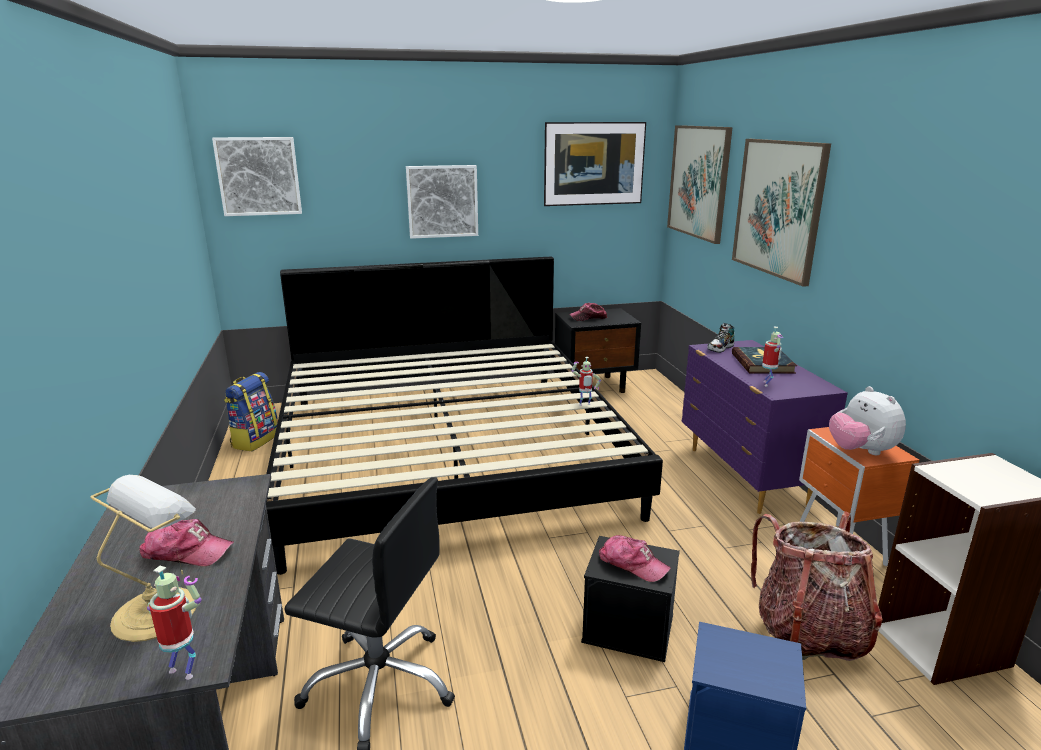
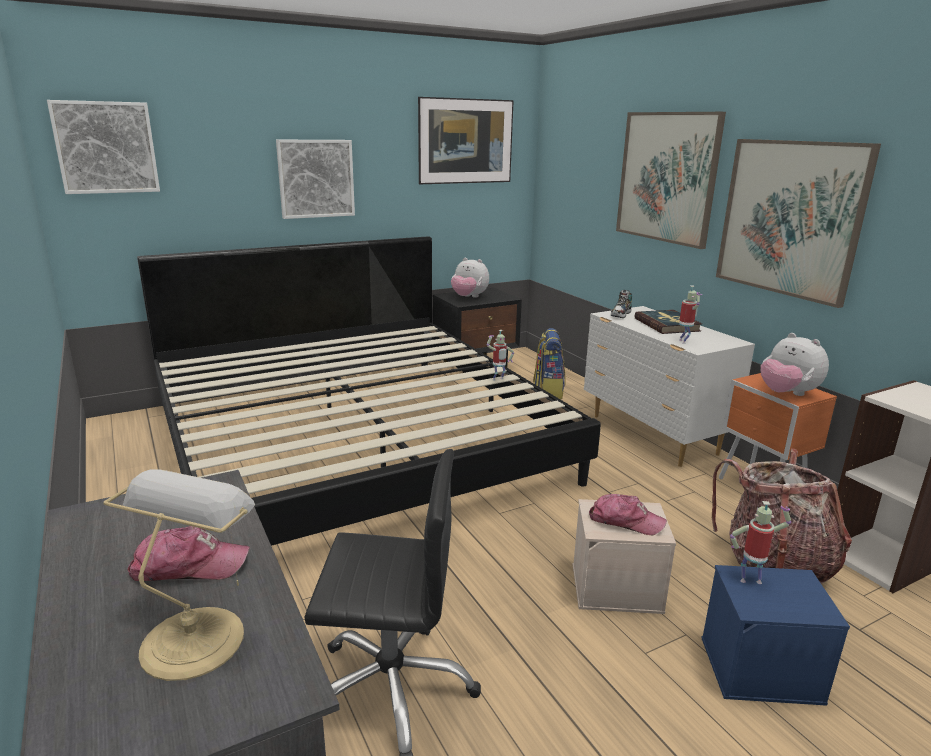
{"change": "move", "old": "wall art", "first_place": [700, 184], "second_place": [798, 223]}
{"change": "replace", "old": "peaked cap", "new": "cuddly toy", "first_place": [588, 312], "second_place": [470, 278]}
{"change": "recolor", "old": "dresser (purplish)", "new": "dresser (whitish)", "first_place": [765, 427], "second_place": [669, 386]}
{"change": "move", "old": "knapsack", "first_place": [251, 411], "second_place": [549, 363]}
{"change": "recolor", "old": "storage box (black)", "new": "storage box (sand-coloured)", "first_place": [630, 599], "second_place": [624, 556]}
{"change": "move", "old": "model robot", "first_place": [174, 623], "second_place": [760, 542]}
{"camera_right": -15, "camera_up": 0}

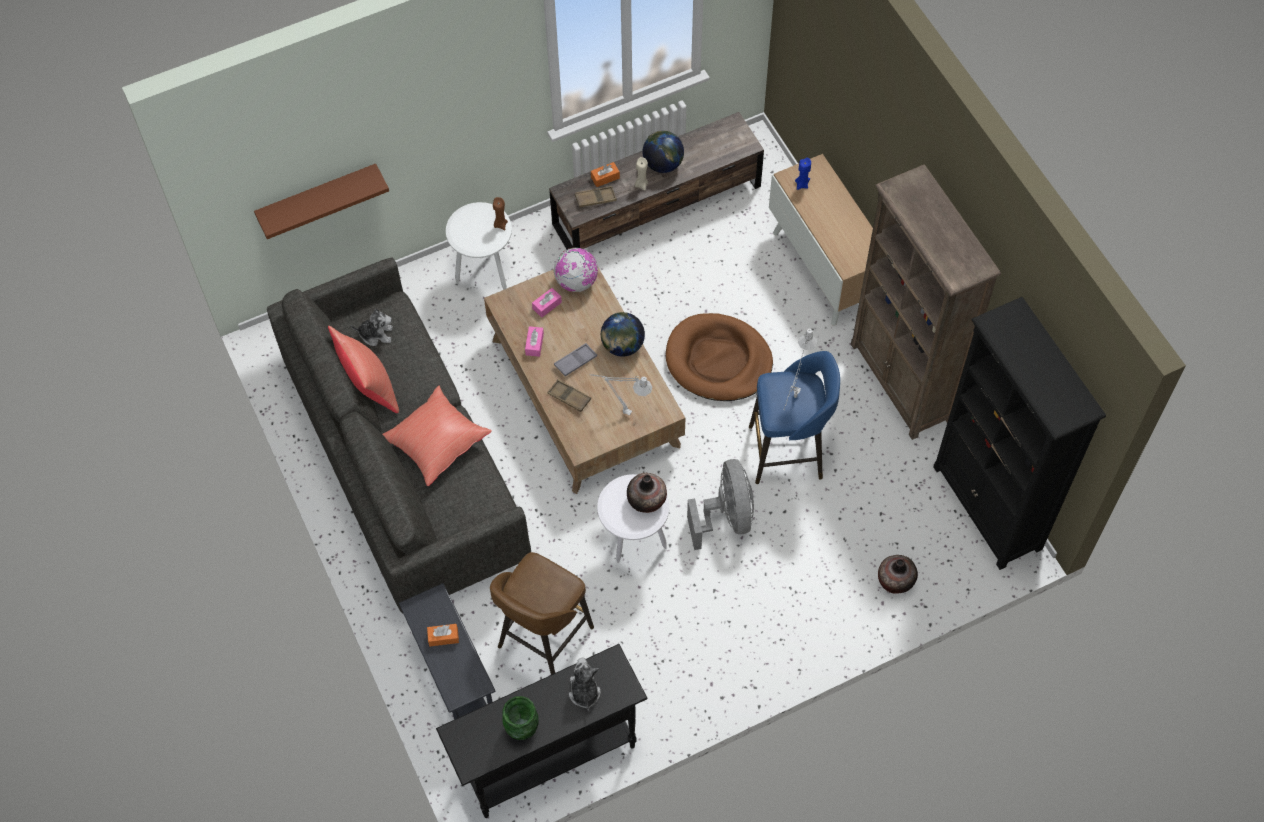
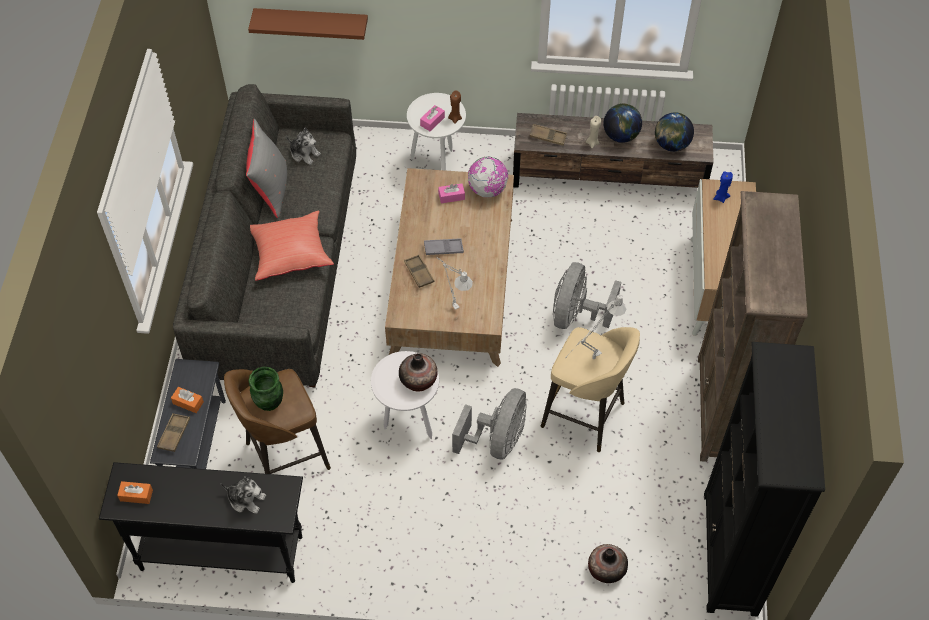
{"change": "move", "old": "tissue holder (orangey)", "first_place": [605, 174], "second_place": [135, 492]}
{"change": "move", "old": "world globe", "first_place": [623, 334], "second_place": [674, 132]}
{"change": "replace", "old": "pet bed (brown)", "new": "electric fan (gray)", "first_place": [719, 357], "second_place": [587, 295]}
{"change": "recolor", "old": "cushion (red)", "new": "cushion (gray)", "first_place": [363, 369], "second_place": [266, 168]}
{"change": "move", "old": "tissue holder (pinkish)", "first_place": [534, 341], "second_place": [432, 118]}
{"change": "recolor", "old": "sitting stool (blue)", "new": "sitting stool (sand-coloured)", "first_place": [794, 417], "second_place": [590, 389]}
{"change": "rotate", "old": "cuddly toy", "first_place": [585, 684], "second_place": [243, 495], "degrees": 90}
{"change": "move", "old": "flower vase (green-coloured)", "first_place": [521, 718], "second_place": [265, 389]}
{"change": "insert", "new": "carrying tray (brown)", "second_place": [173, 432]}
{"camera_right": 30, "camera_up": -5}

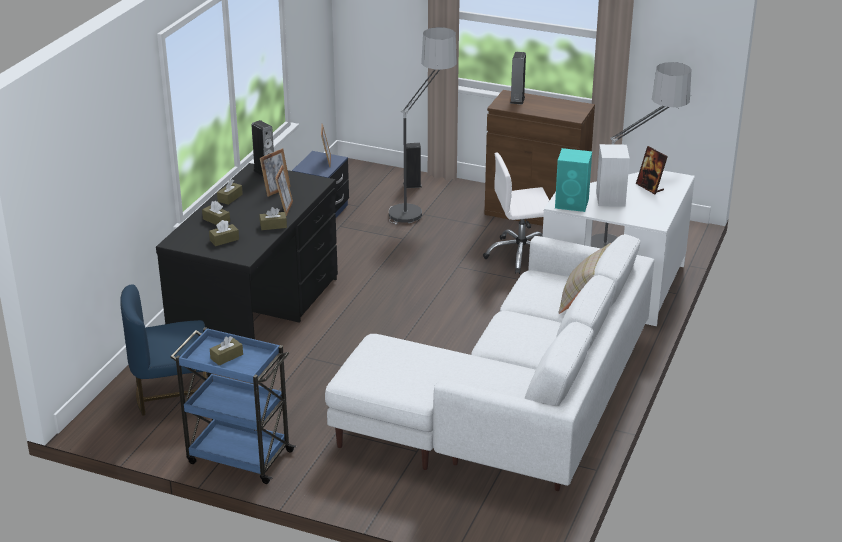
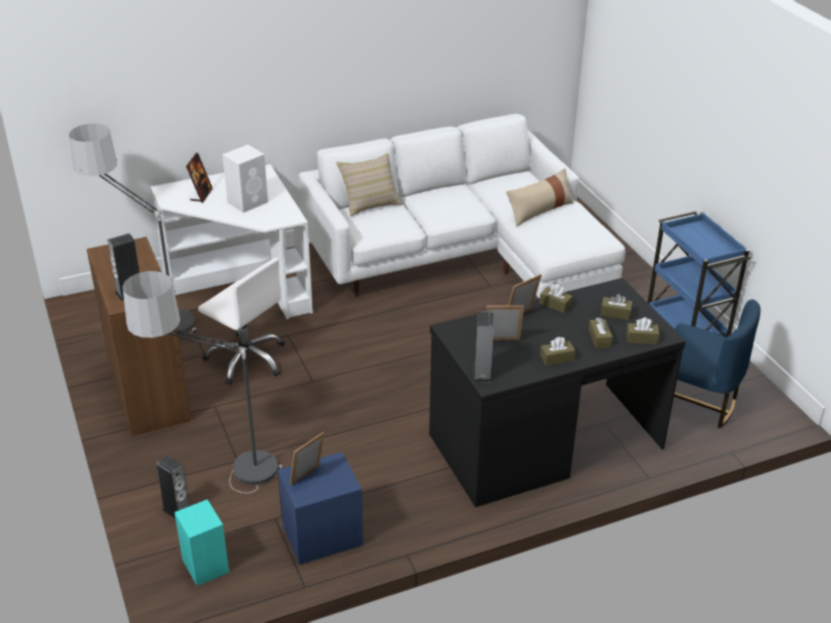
{"change": "move", "old": "loudspeaker (turquoise-coloured)", "first_place": [573, 180], "second_place": [201, 542]}
{"change": "move", "old": "tissue holder (brown)", "first_place": [226, 351], "second_place": [642, 331]}
{"change": "insert", "new": "cushion (sand-coloured)", "second_place": [540, 197]}
{"camera_right": -135, "camera_up": 5}

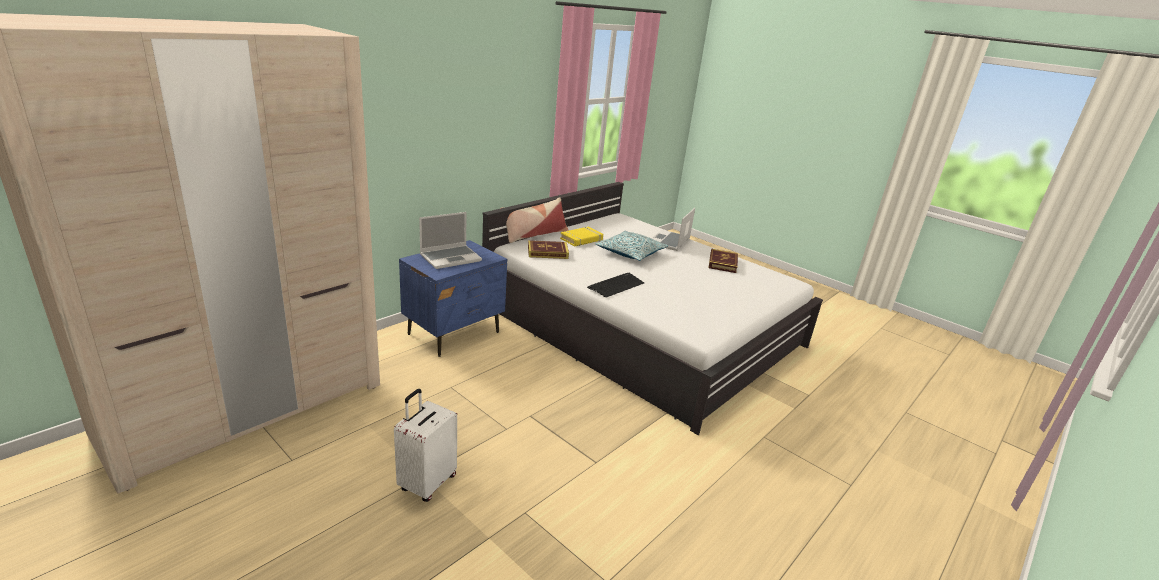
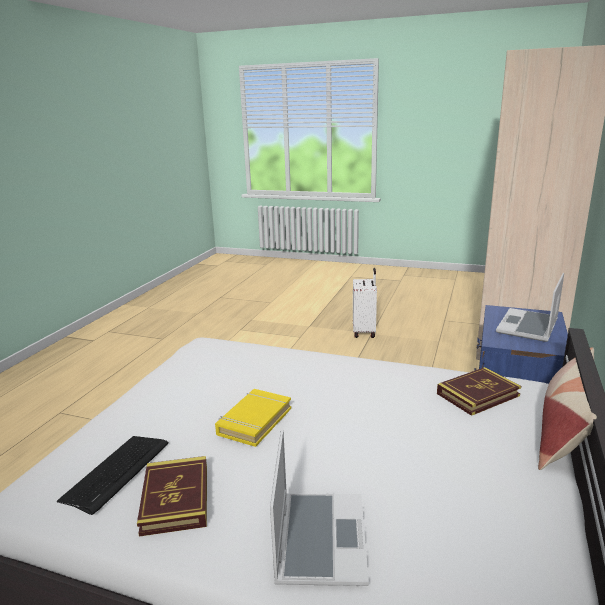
{"change": "move", "old": "bound book (yellowish)", "first_place": [581, 236], "second_place": [253, 418]}
{"change": "delete", "old": "cushion", "first_place": [632, 246]}
{"change": "move", "old": "computer keyboard", "first_place": [615, 285], "second_place": [113, 475]}
{"camera_right": 160, "camera_up": -5}

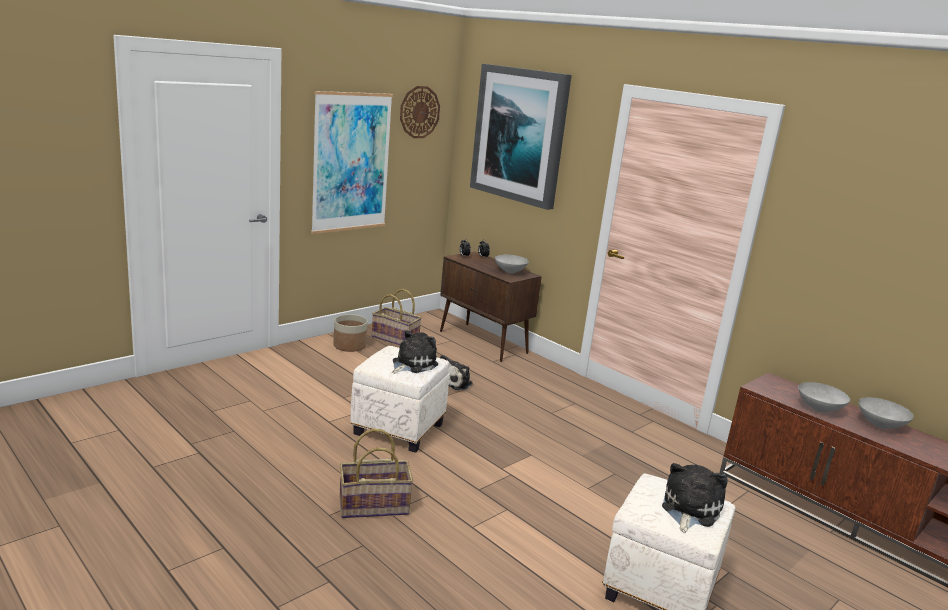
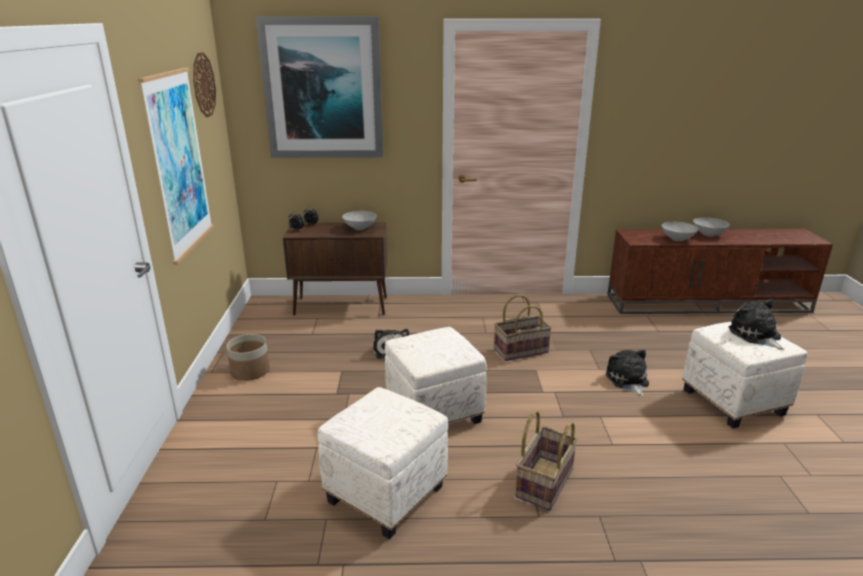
{"change": "move", "old": "household basket", "first_place": [397, 317], "second_place": [523, 327]}
{"change": "move", "old": "cuddly toy", "first_place": [415, 352], "second_place": [627, 373]}
{"change": "insert", "new": "pouffe (whitish)", "second_place": [383, 463]}
{"camera_right": -45, "camera_up": 5}

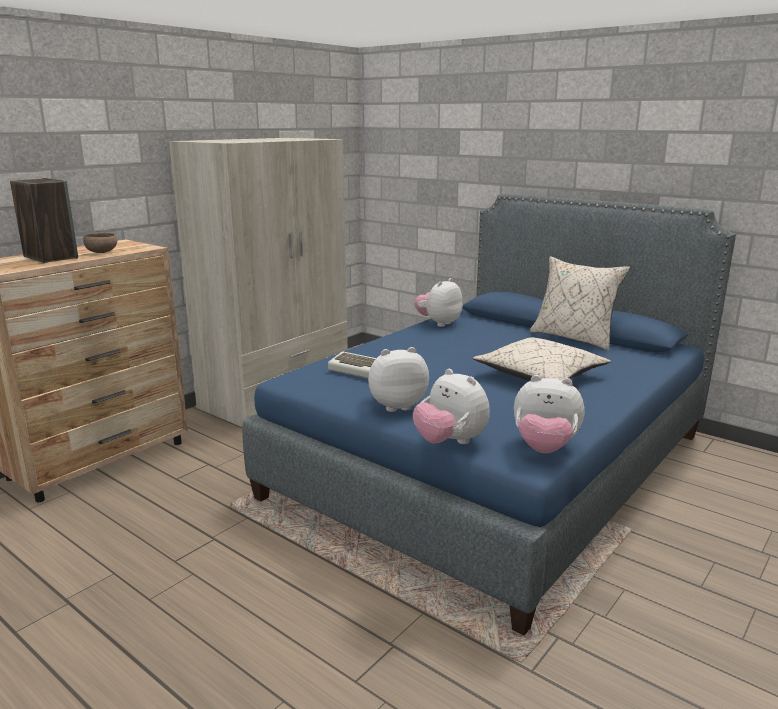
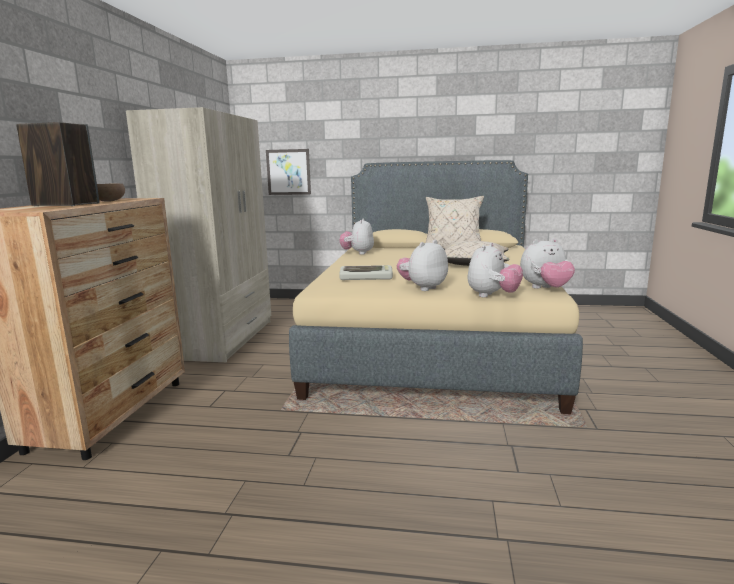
{"change": "recolor", "old": "bed (blue)", "new": "bed (sand-coloured)", "first_place": [489, 414], "second_place": [436, 287]}
{"change": "rotate", "old": "cuddly toy", "first_place": [451, 406], "second_place": [495, 270], "degrees": -75}
{"change": "insert", "new": "wall art", "second_place": [288, 172]}
{"camera_right": -30, "camera_up": -5}

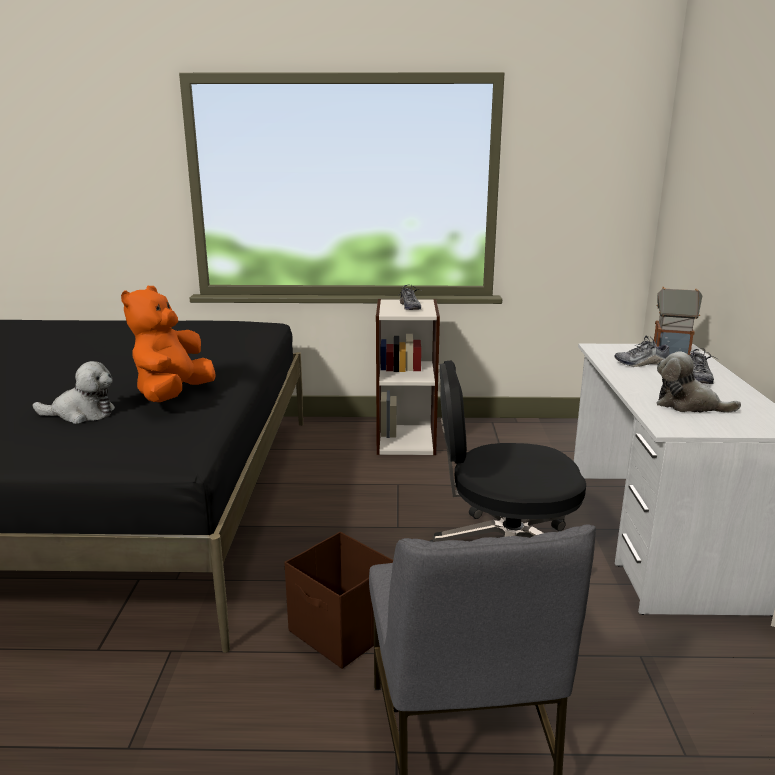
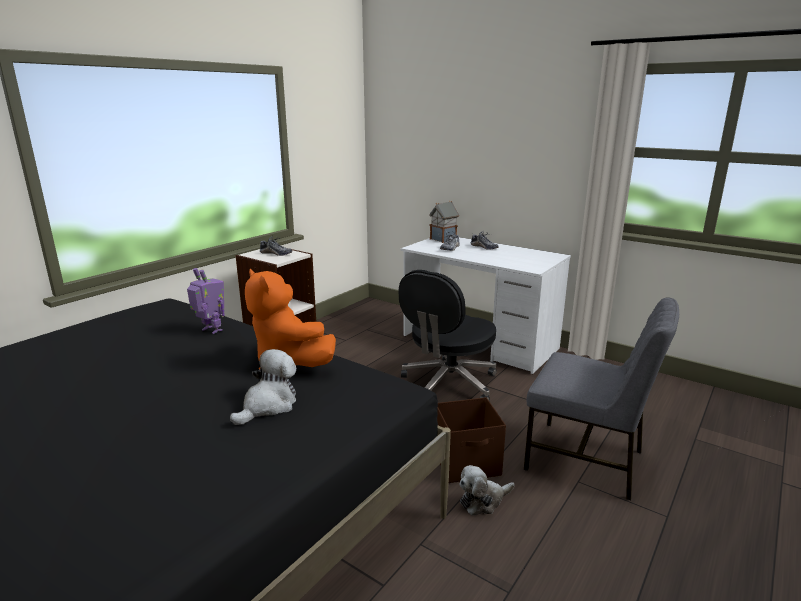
{"change": "move", "old": "cuddly toy", "first_place": [699, 382], "second_place": [487, 490]}
{"change": "insert", "new": "model robot", "second_place": [206, 301]}
{"camera_right": -55, "camera_up": 0}

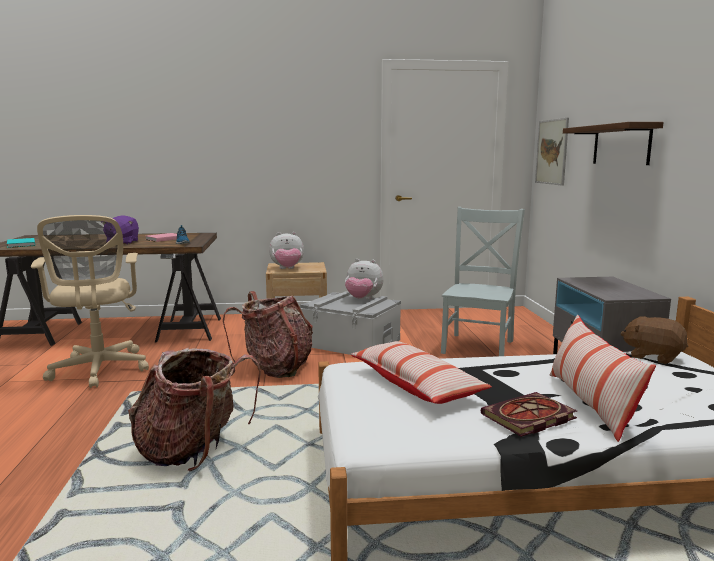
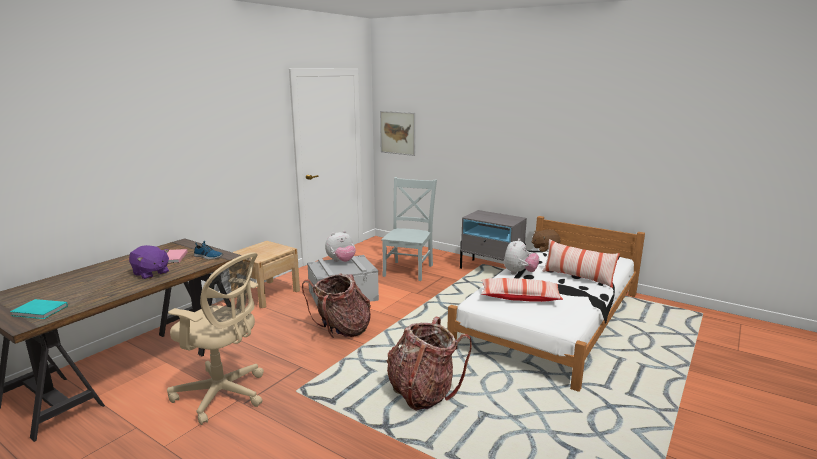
{"change": "delete", "old": "shelf", "first_place": [613, 143]}
{"change": "rotate", "old": "chair (gray)", "first_place": [483, 281], "second_place": [409, 229], "degrees": 45}
{"change": "move", "old": "cuddly toy", "first_place": [286, 250], "second_place": [521, 256]}
{"change": "delete", "old": "bound book", "first_place": [529, 414]}
{"camera_right": -50, "camera_up": 5}

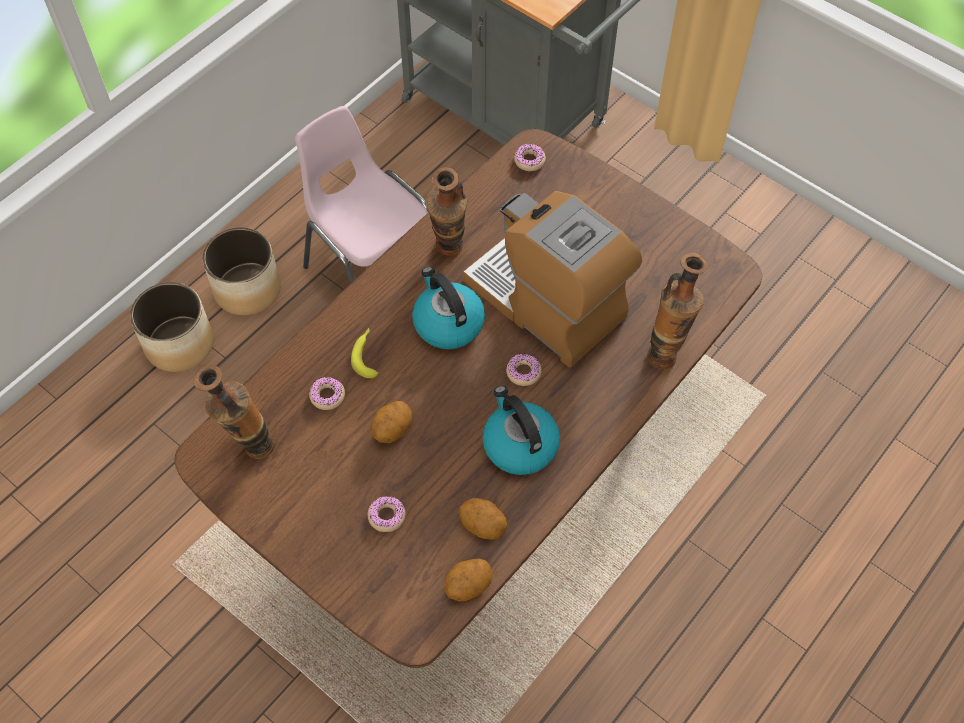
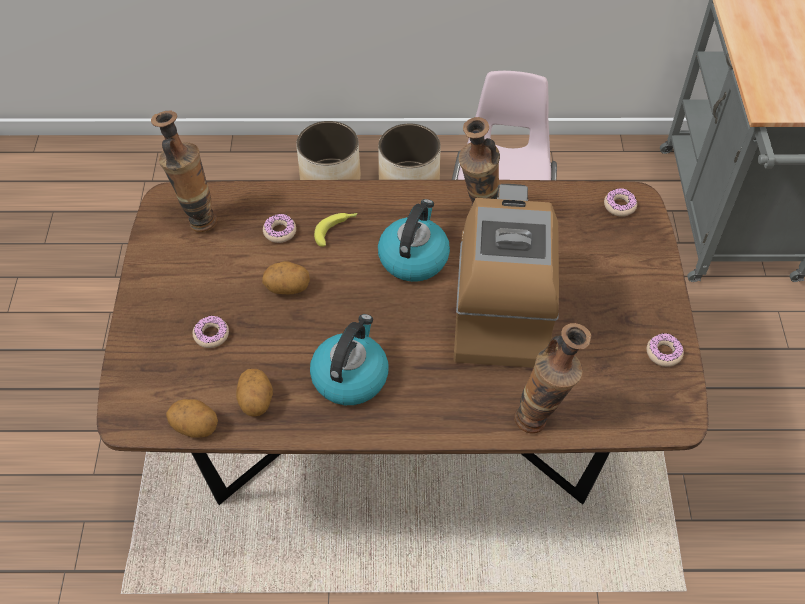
{"change": "move", "old": "donut", "first_place": [524, 370], "second_place": [665, 350]}
{"camera_right": 50, "camera_up": -5}

